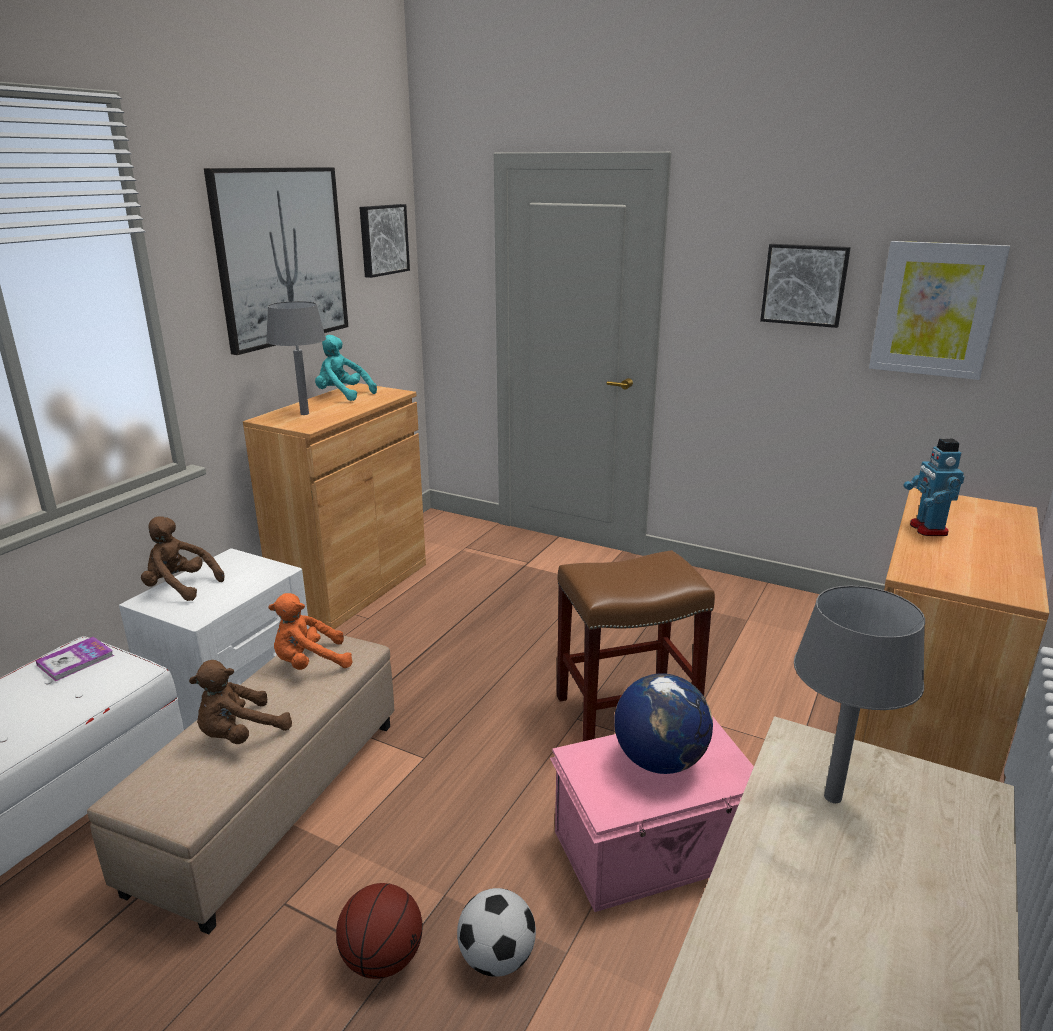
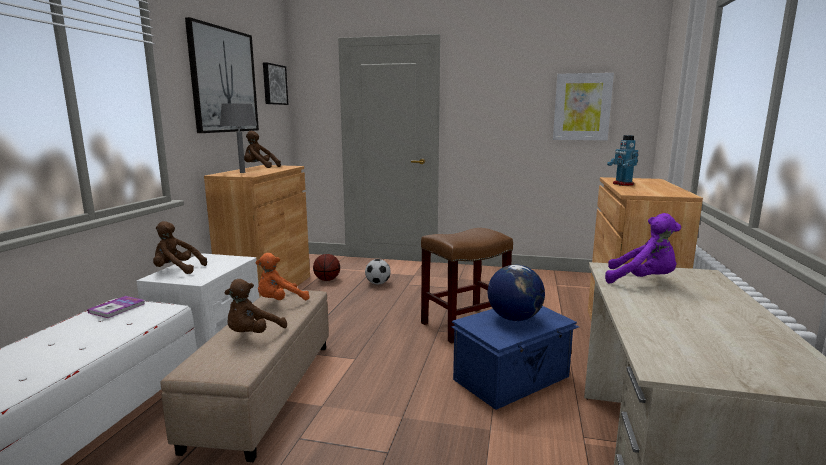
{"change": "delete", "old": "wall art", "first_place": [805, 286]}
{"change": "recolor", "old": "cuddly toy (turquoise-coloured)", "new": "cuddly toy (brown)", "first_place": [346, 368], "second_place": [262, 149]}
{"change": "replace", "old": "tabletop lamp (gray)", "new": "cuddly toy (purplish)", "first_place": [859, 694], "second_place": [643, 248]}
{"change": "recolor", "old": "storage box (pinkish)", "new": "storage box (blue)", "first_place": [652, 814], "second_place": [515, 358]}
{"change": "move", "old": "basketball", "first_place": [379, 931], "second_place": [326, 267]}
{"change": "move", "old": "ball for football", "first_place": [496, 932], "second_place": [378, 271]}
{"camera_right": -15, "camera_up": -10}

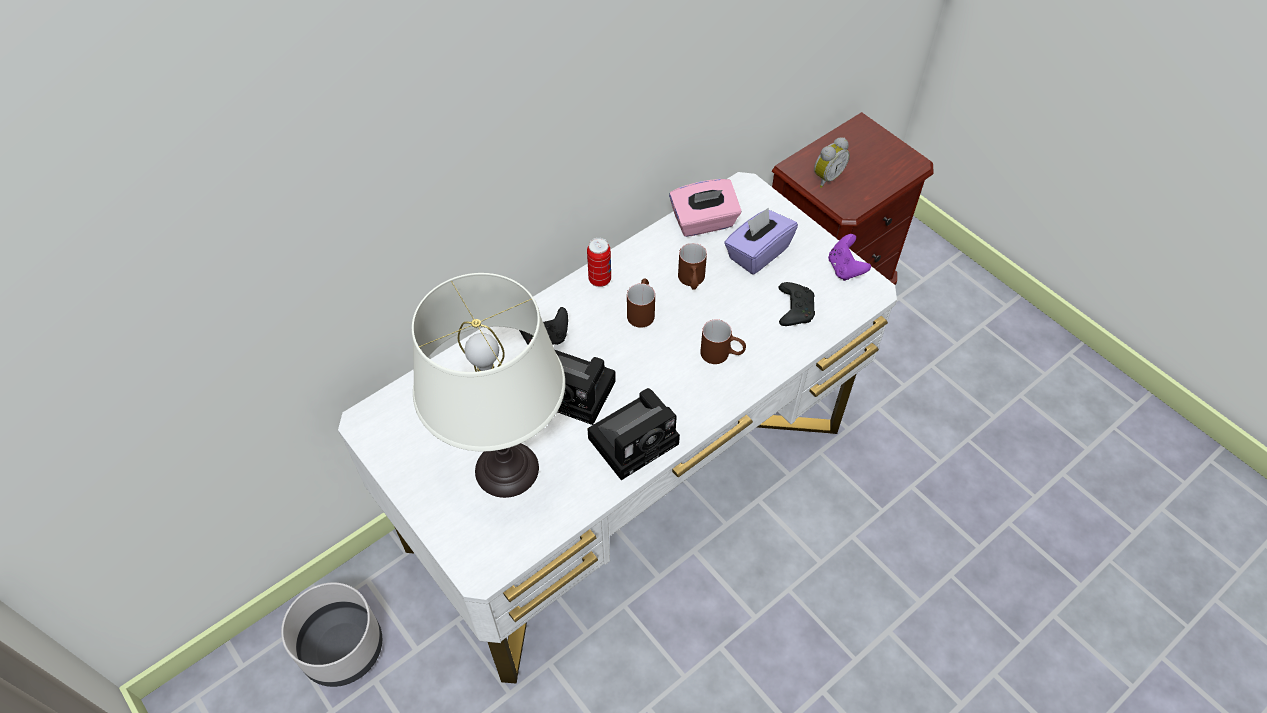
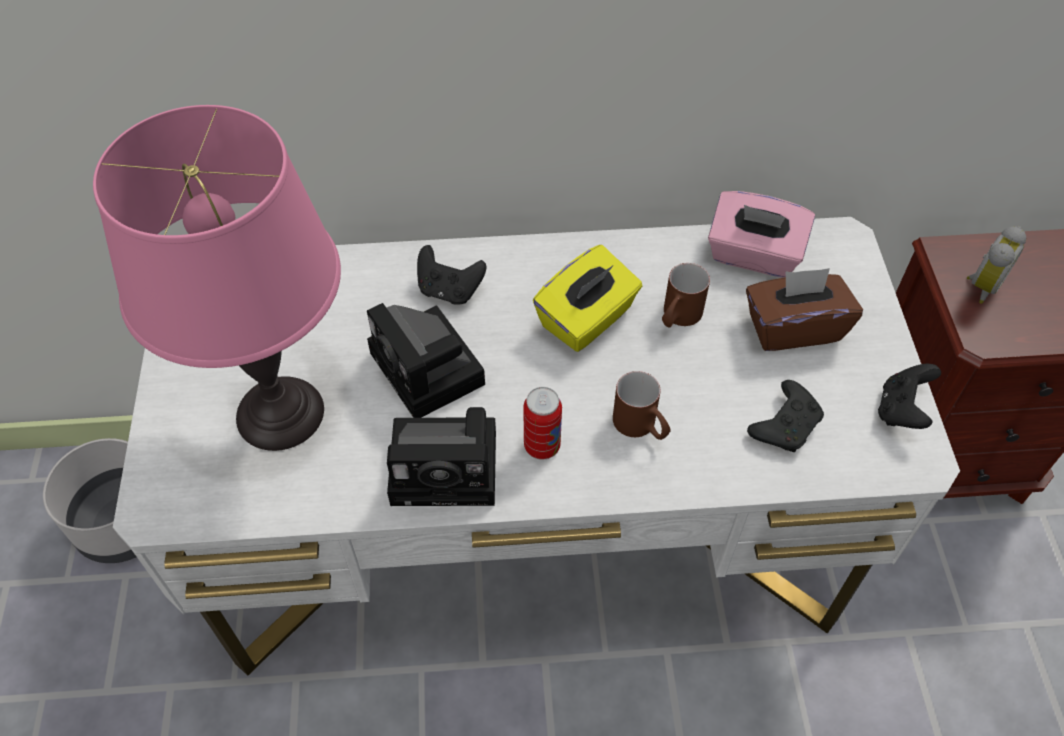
{"change": "rotate", "old": "alarm clock", "first_place": [832, 162], "second_place": [996, 265], "degrees": -45}
{"change": "recolor", "old": "tissue holder (purplish)", "new": "tissue holder (brown)", "first_place": [761, 241], "second_place": [804, 309]}
{"change": "recolor", "old": "game controller (purplish)", "new": "game controller (black)", "first_place": [849, 257], "second_place": [909, 396]}
{"change": "move", "old": "sealed can", "first_place": [599, 262], "second_place": [542, 423]}
{"change": "recolor", "old": "tabletop lamp (whitish)", "new": "tabletop lamp (pinkish)", "first_place": [488, 385], "second_place": [217, 278]}
{"change": "replace", "old": "coffee mug (brown)", "new": "tissue holder (yellowish)", "first_place": [641, 303], "second_place": [587, 298]}
{"camera_right": 35, "camera_up": 0}

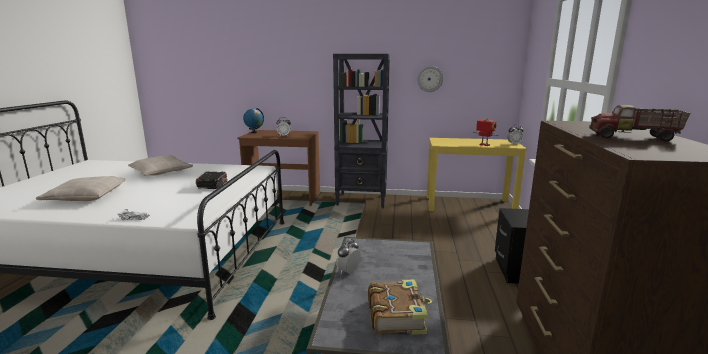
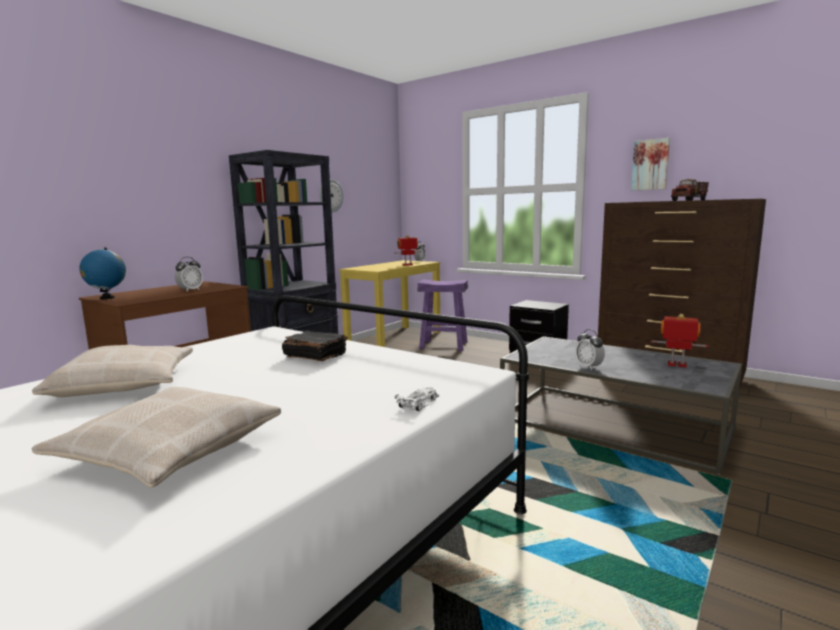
{"change": "replace", "old": "bound book", "new": "model robot", "first_place": [400, 307], "second_place": [679, 340]}
{"change": "insert", "new": "wall art", "second_place": [650, 164]}
{"change": "insert", "new": "sitting stool (purplish)", "second_place": [442, 315]}
{"camera_right": -60, "camera_up": -5}

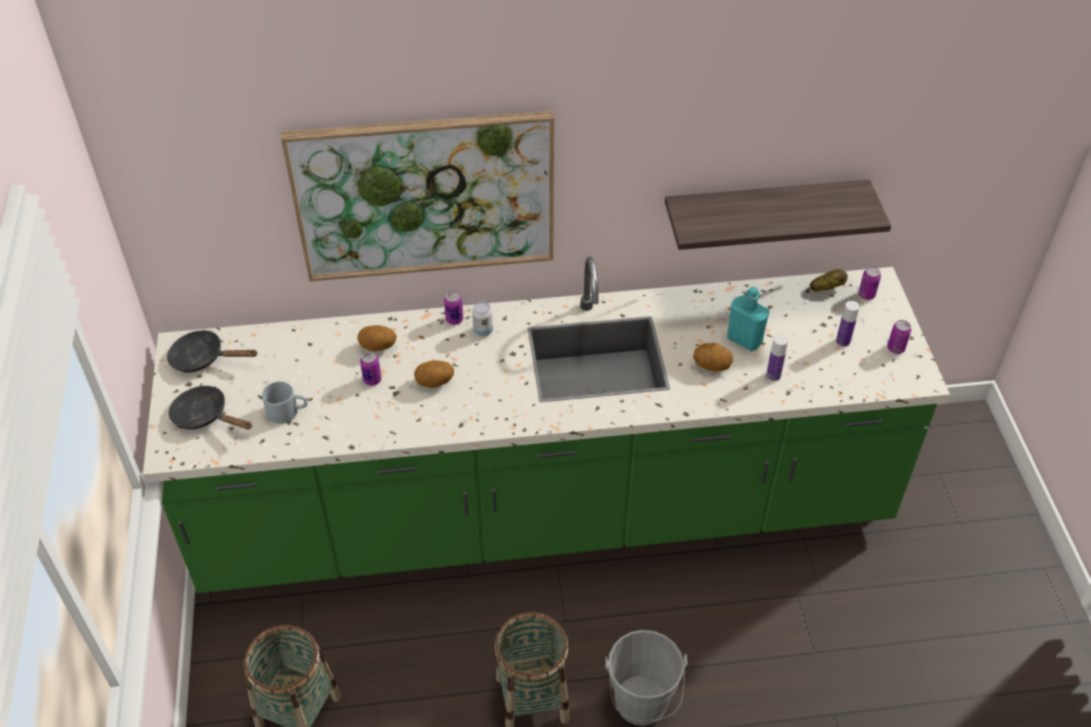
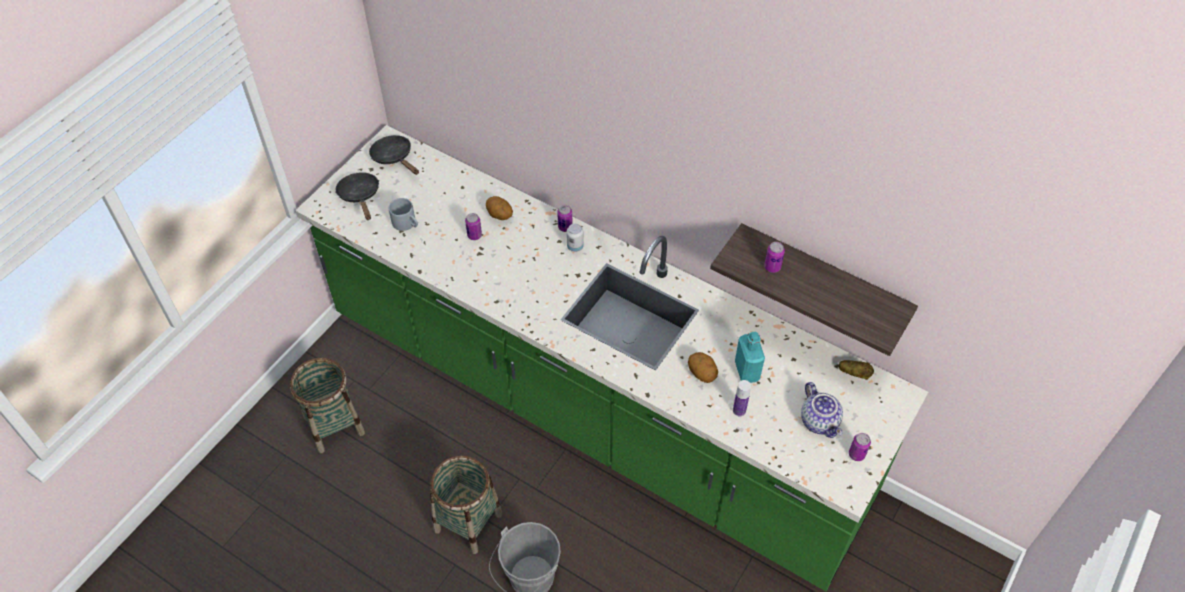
{"change": "delete", "old": "wall art", "first_place": [417, 196]}
{"change": "move", "old": "sealed can", "first_place": [869, 283], "second_place": [774, 257]}
{"change": "replace", "old": "drink bottle", "new": "tea pot", "first_place": [848, 324], "second_place": [822, 410]}
{"change": "delete", "old": "potato", "first_place": [434, 374]}
{"camera_right": 40, "camera_up": 5}

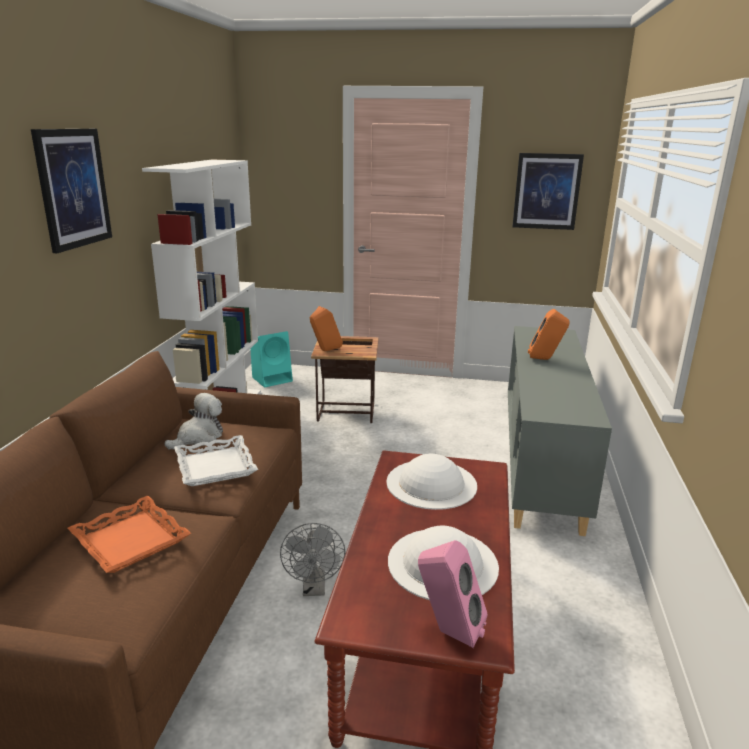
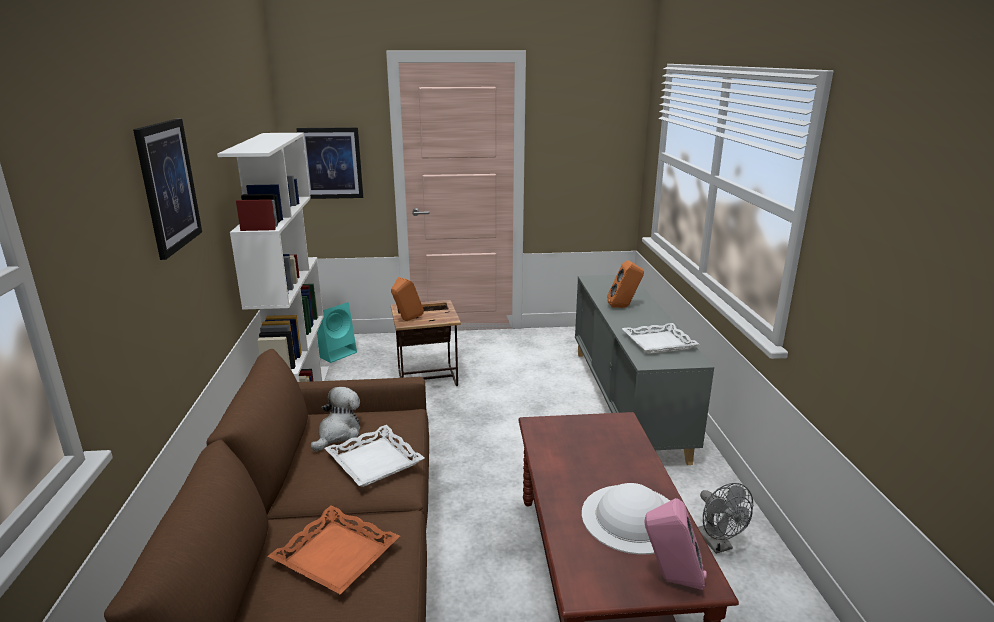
{"change": "move", "old": "wall art", "first_place": [548, 191], "second_place": [329, 163]}
{"change": "delete", "old": "hat (whitish)", "first_place": [431, 482]}
{"change": "move", "old": "electric fan (gray)", "first_place": [312, 559], "second_place": [725, 518]}
{"change": "insert", "new": "carrying tray (whitish)", "second_place": [660, 338]}
{"camera_right": -15, "camera_up": 0}

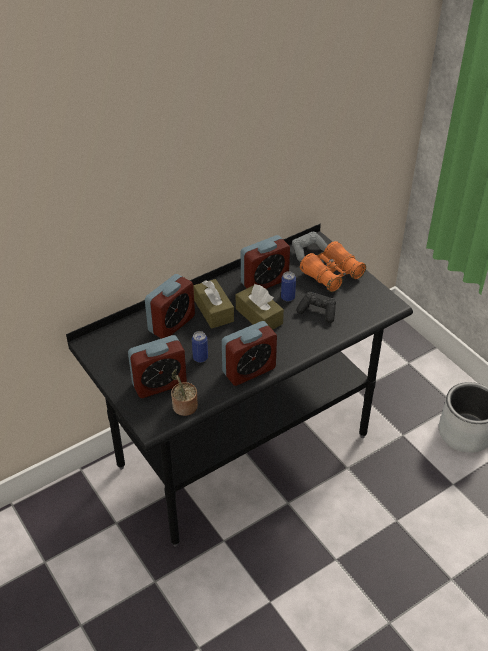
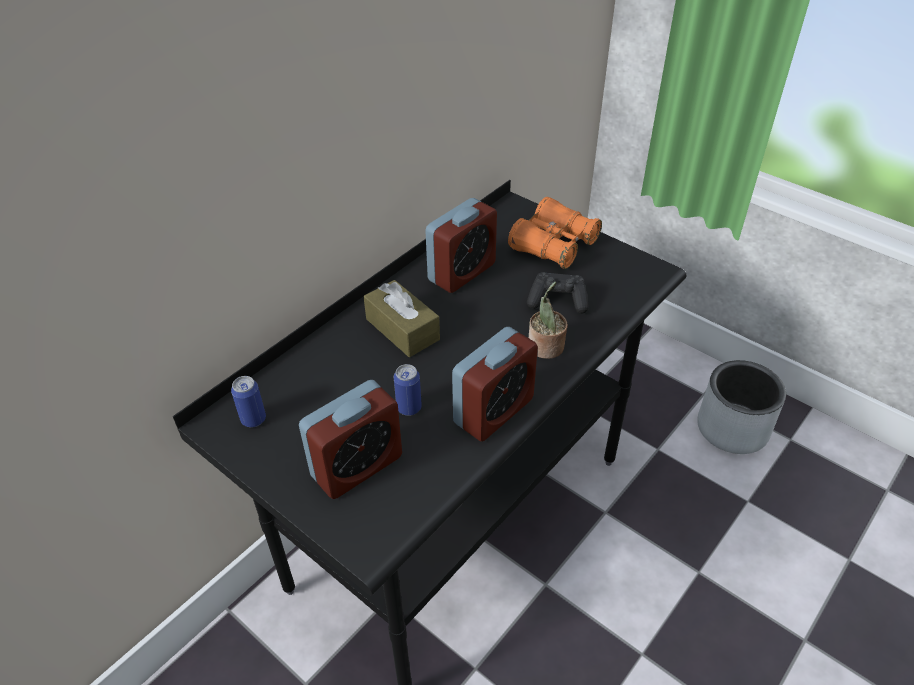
{"change": "delete", "old": "game controller (gray)", "first_place": [310, 247]}
{"change": "move", "old": "sealed can", "first_place": [288, 286], "second_place": [248, 402]}
{"change": "delete", "old": "alarm clock", "first_place": [170, 306]}
{"change": "delete", "old": "tissue holder (brown)", "first_place": [260, 307]}
{"change": "move", "old": "potted plant", "first_place": [184, 392], "second_place": [548, 320]}
{"camera_right": -15, "camera_up": 0}

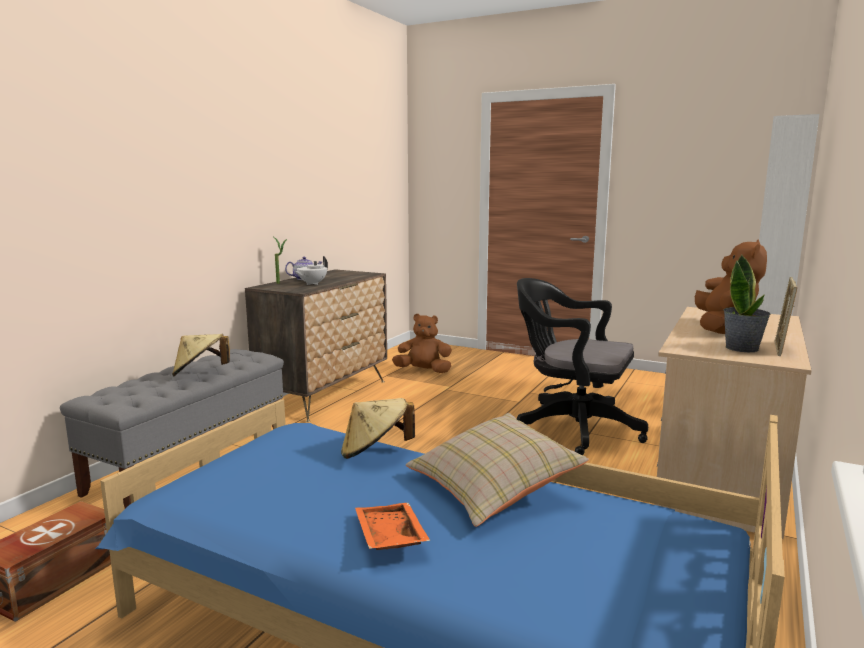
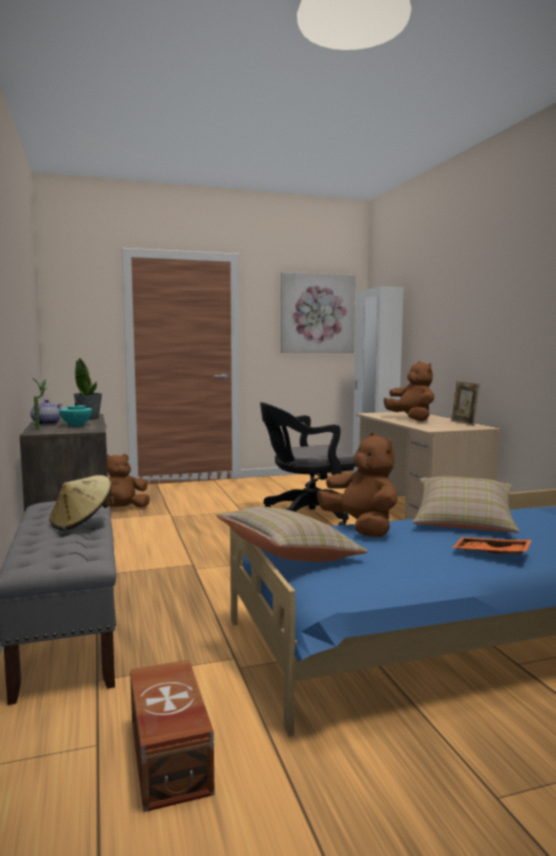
{"change": "move", "old": "potted plant", "first_place": [747, 303], "second_place": [87, 388]}
{"change": "recolor", "old": "tea pot (whitish)", "new": "tea pot (turquoise-coloured)", "first_place": [311, 270], "second_place": [75, 412]}
{"change": "replace", "old": "hat (sand-coloured)", "new": "cuddly toy (brown)", "first_place": [378, 428], "second_place": [357, 485]}
{"change": "insert", "new": "wall art", "second_place": [318, 312]}
{"change": "insert", "new": "cushion (sand-coloured)", "second_place": [292, 534]}
{"camera_right": -45, "camera_up": -5}

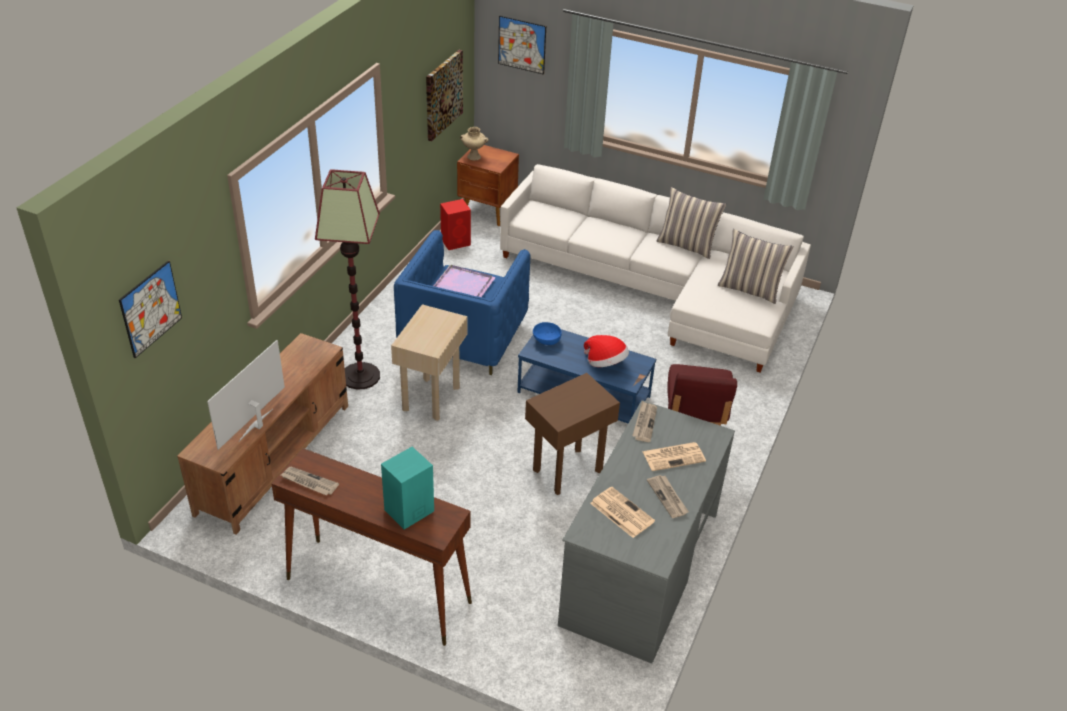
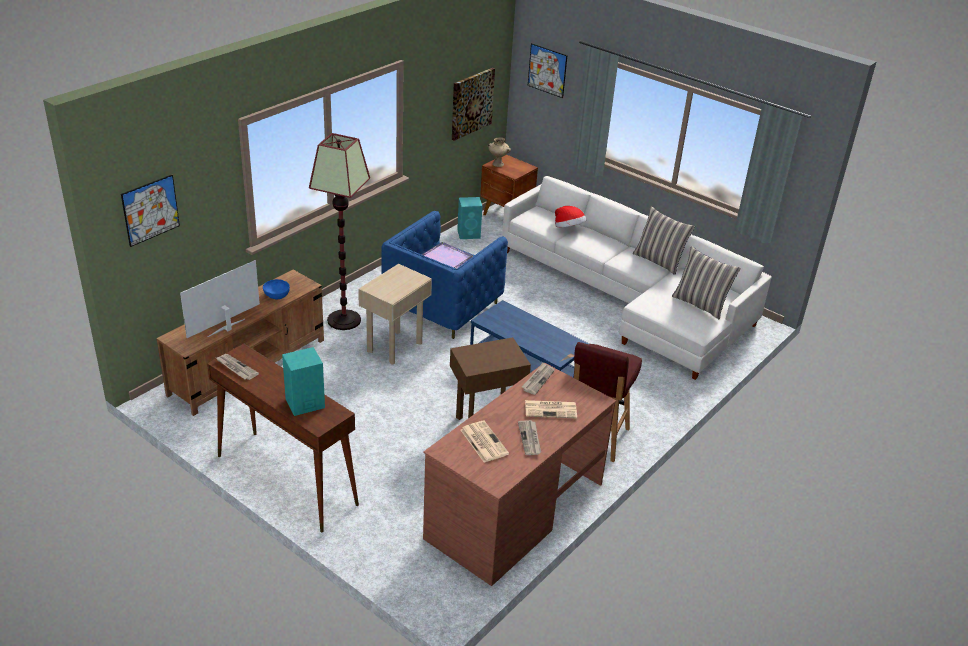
{"change": "recolor", "old": "loudspeaker (red)", "new": "loudspeaker (turquoise-coloured)", "first_place": [455, 224], "second_place": [469, 218]}
{"change": "move", "old": "serving bowl (blue)", "first_place": [547, 333], "second_place": [276, 289]}
{"change": "move", "old": "hat", "first_place": [606, 351], "second_place": [570, 216]}
{"change": "recolor", "old": "desk (gray)", "new": "desk (brown)", "first_place": [646, 532], "second_place": [519, 474]}
{"camera_right": 15, "camera_up": -5}

